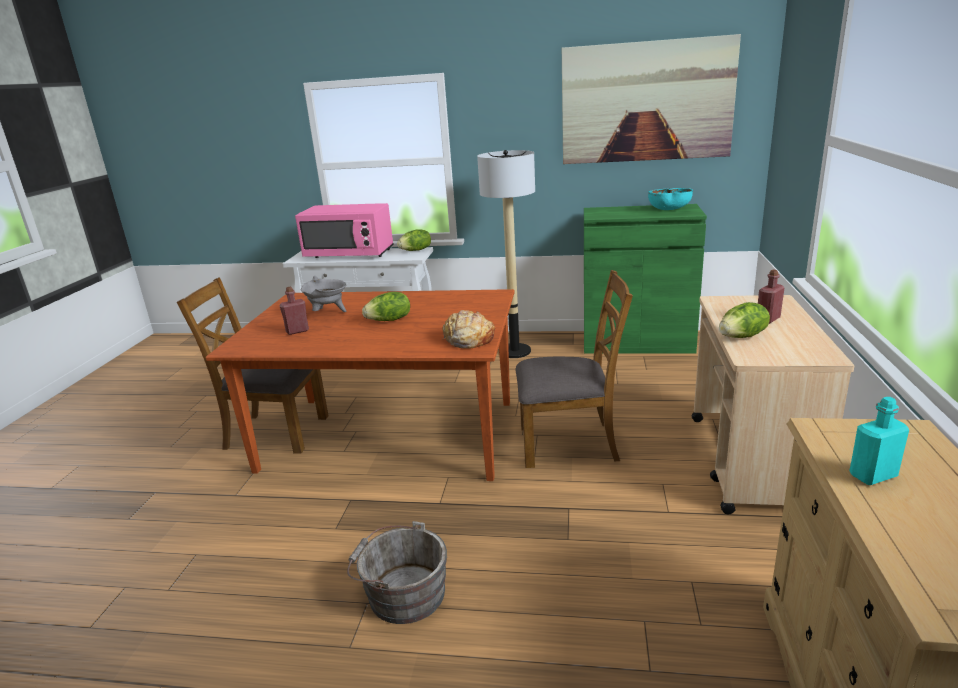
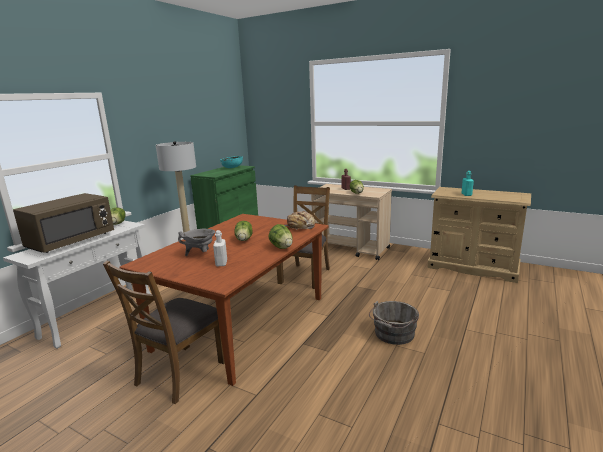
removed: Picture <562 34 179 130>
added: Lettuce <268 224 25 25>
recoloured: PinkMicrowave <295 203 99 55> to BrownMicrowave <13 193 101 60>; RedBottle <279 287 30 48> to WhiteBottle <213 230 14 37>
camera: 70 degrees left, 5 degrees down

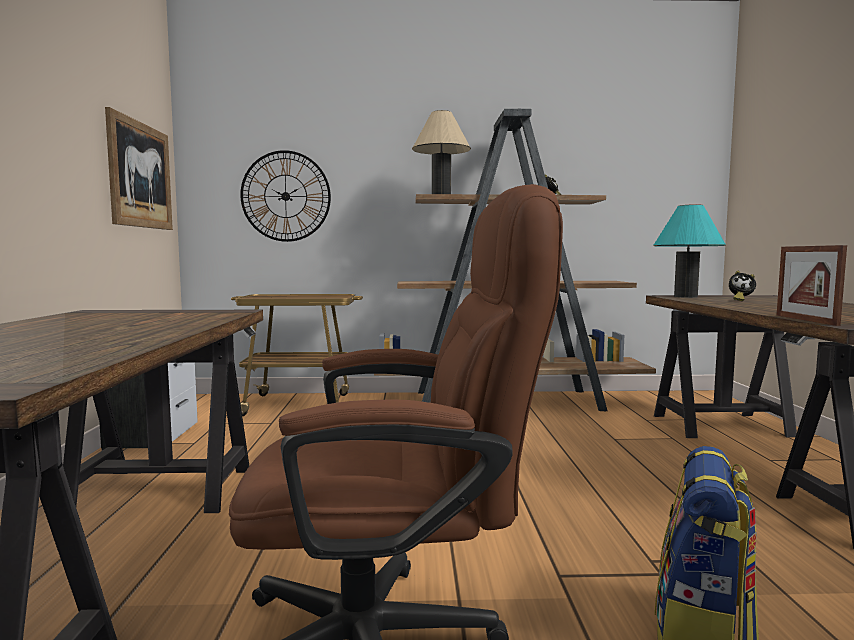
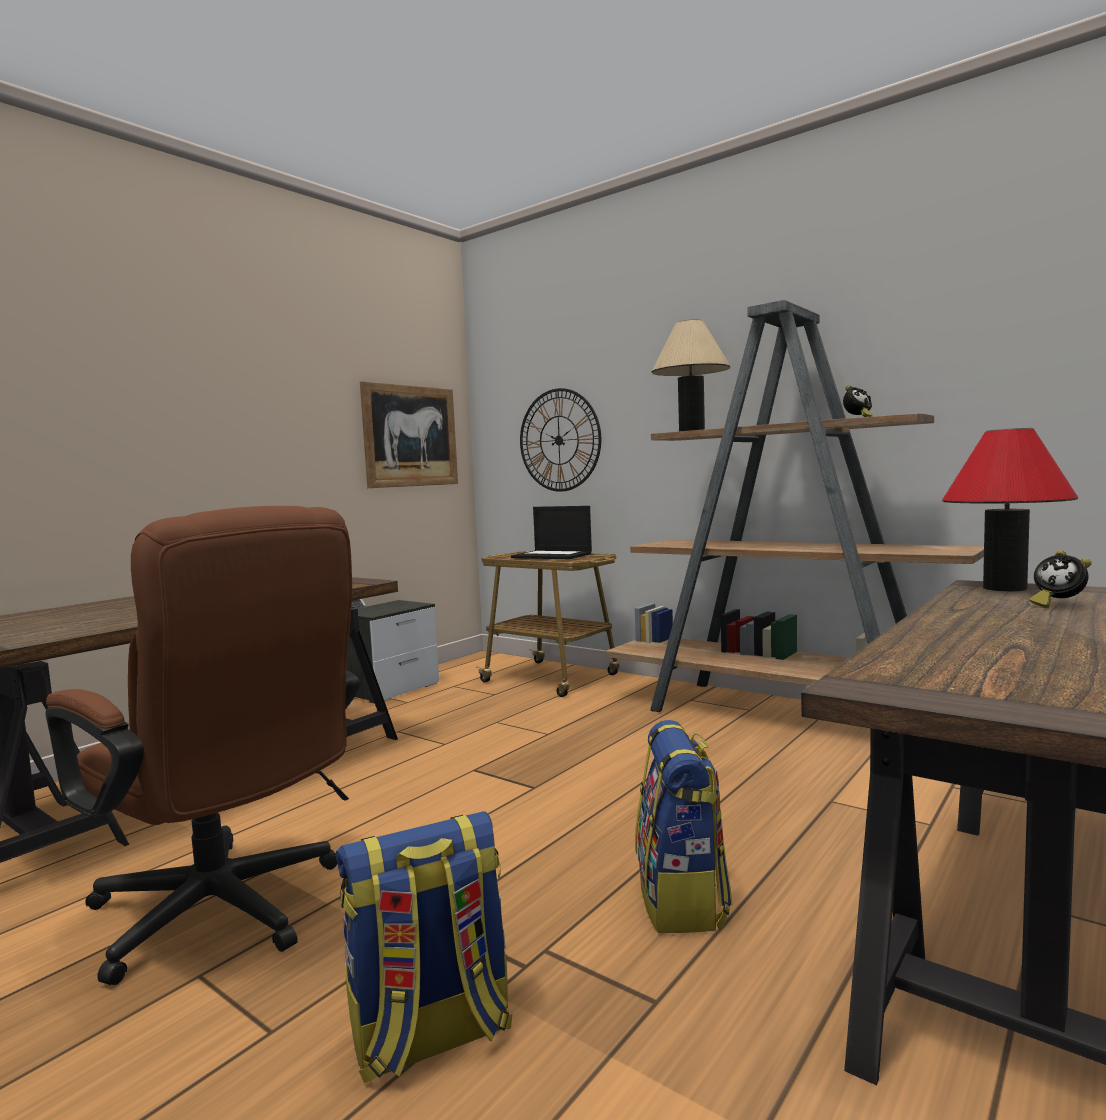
removed: PictureFrame <777 245 70 81>
added: Laptop <511 506 81 53>; Backpack <635 720 98 213>
recoloured: TurquoiseTableLamp <653 204 73 94> to RedTableLamp <942 428 136 163>
camera: 40 degrees right, 0 degrees up

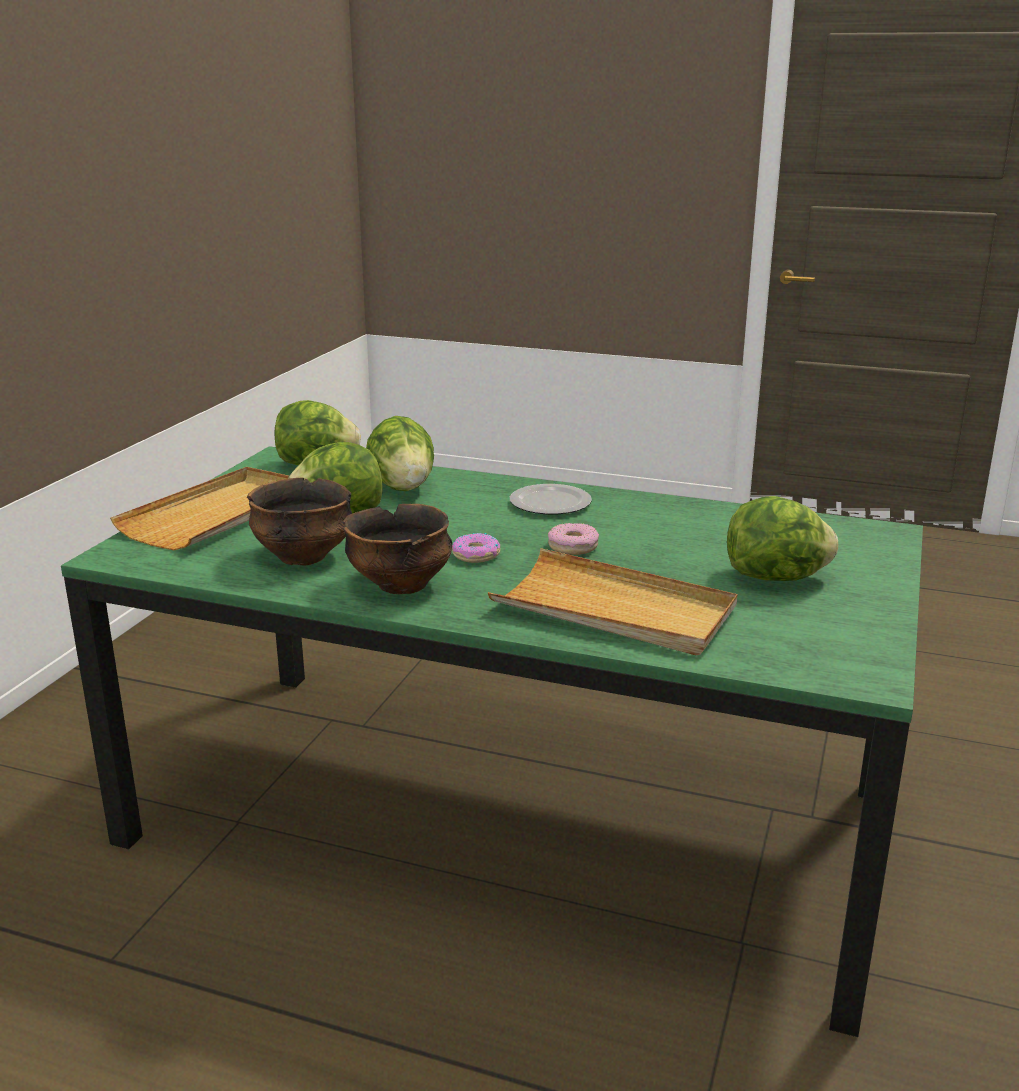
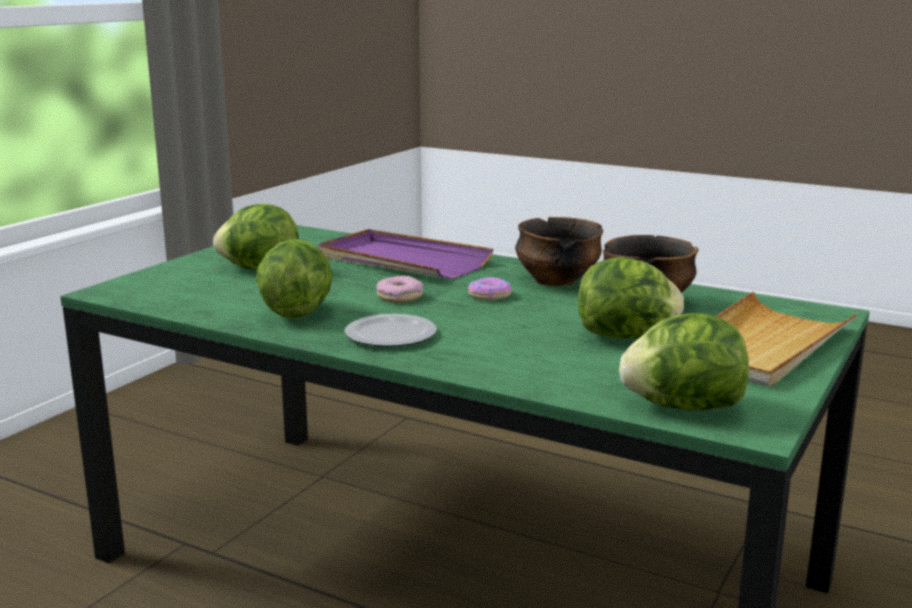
moved: Lettuce <366 416 68 75> to <256 239 76 80>
recoloured: BeigeTray <488 548 249 107> to PurpleTray <318 229 175 50>
camera: 170 degrees left, 5 degrees down

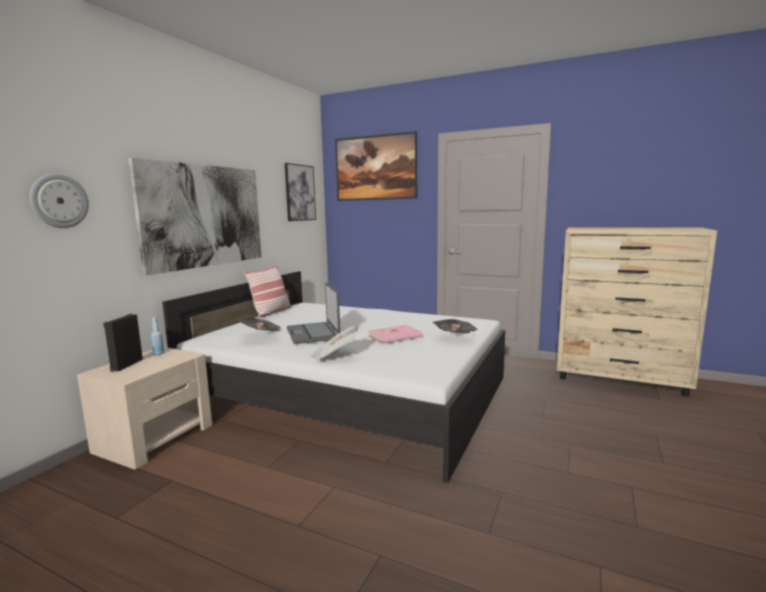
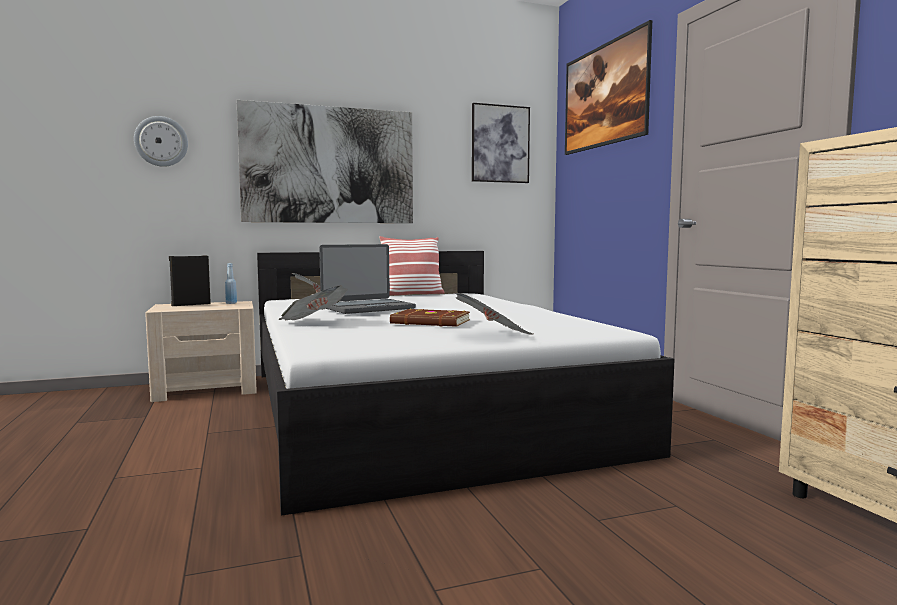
recoloured: PinkBook <369 325 53 19> to BrownBook <390 309 80 18>
turned: Laptop <287 283 53 61> = <319 244 97 70> 150 degrees counterclockwise
camera: 45 degrees right, 5 degrees down

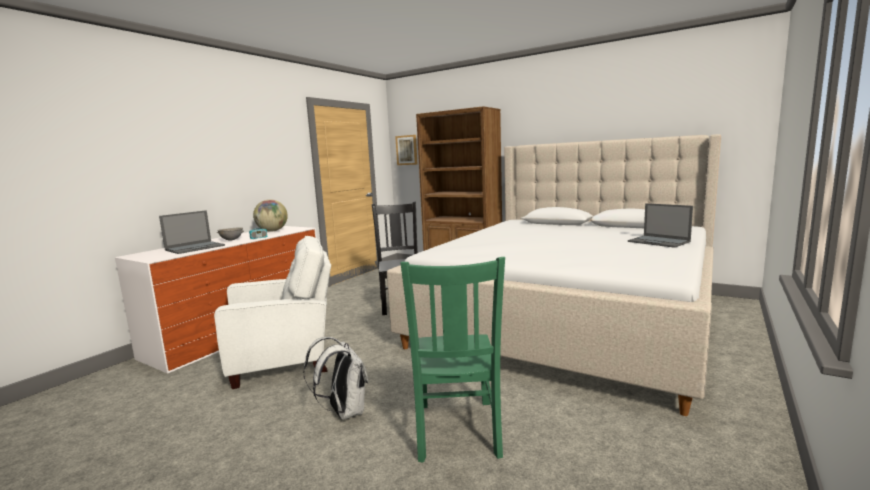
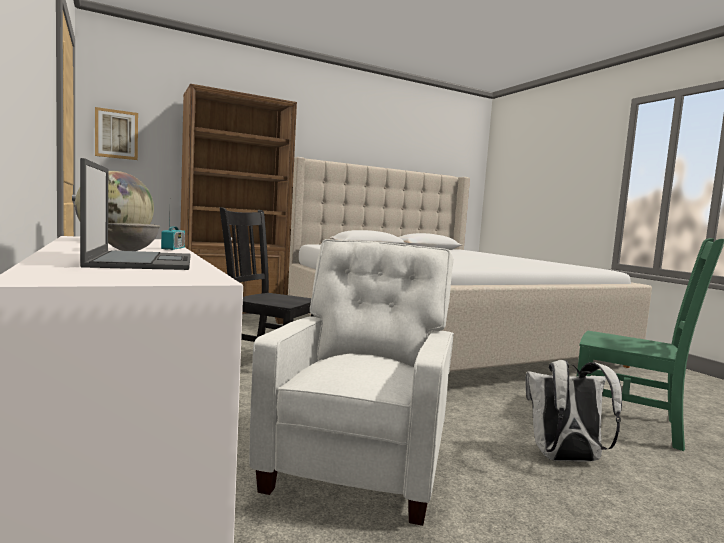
removed: Laptop <628 203 65 45>
camera: 60 degrees left, 5 degrees down

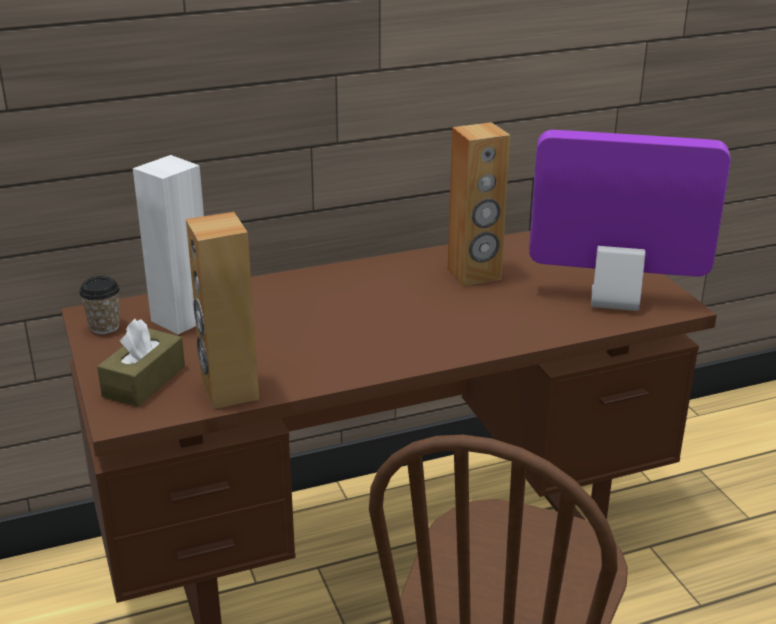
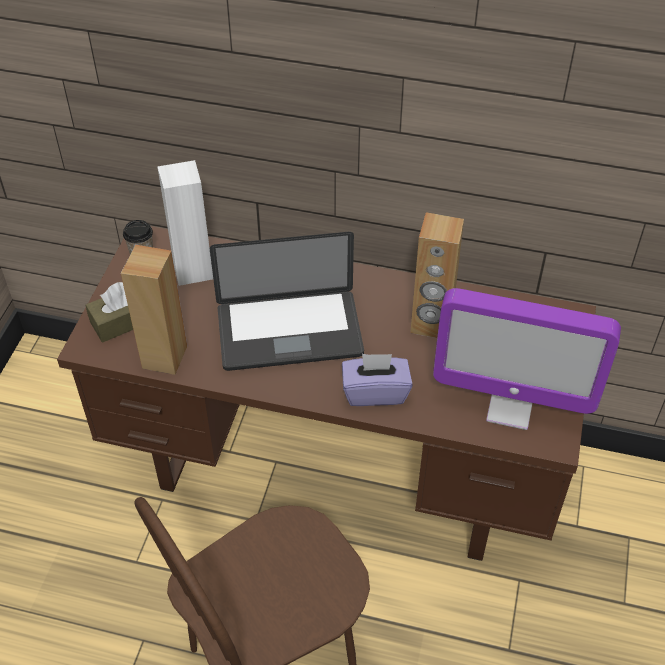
added: Laptop <210 232 154 139>; PurpleTissueBox <342 354 71 52>
turned: Monitor <529 130 202 181> = <433 288 188 142> 150 degrees clockwise
camera: 35 degrees right, 20 degrees up

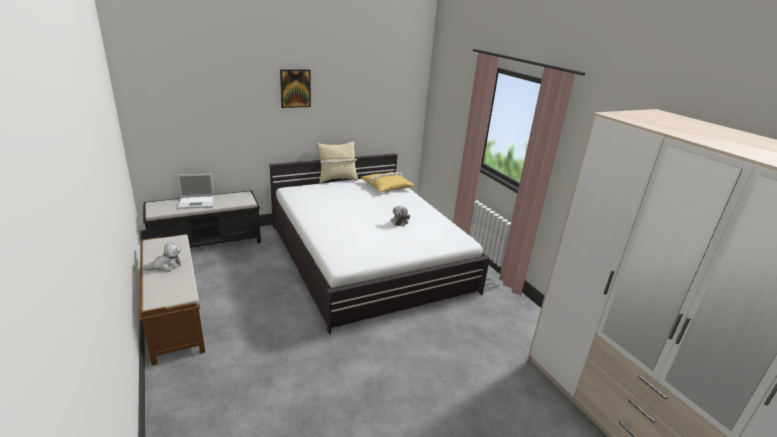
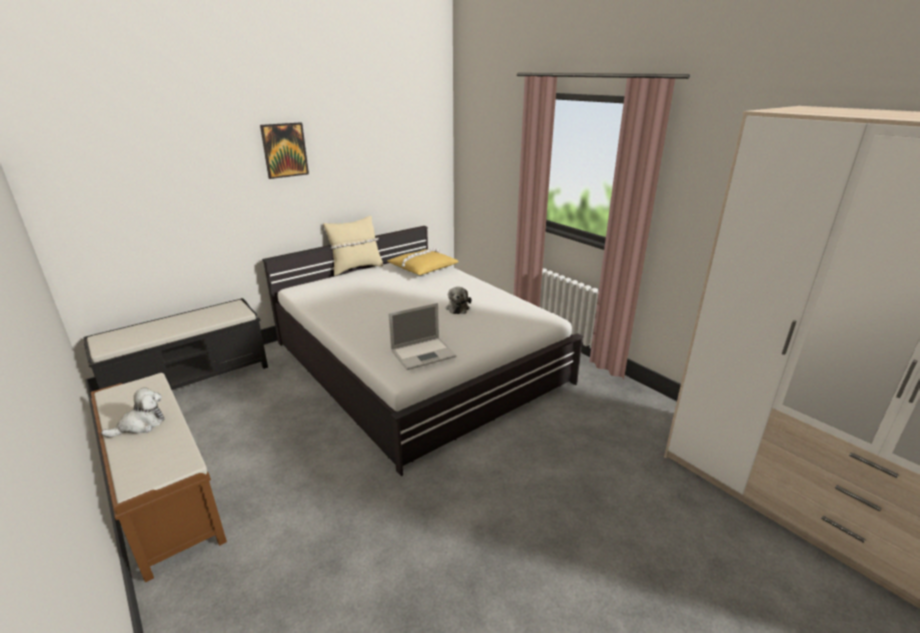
moved: Laptop <177 174 37 35> to <388 303 68 67>
camera: 10 degrees left, 0 degrees up

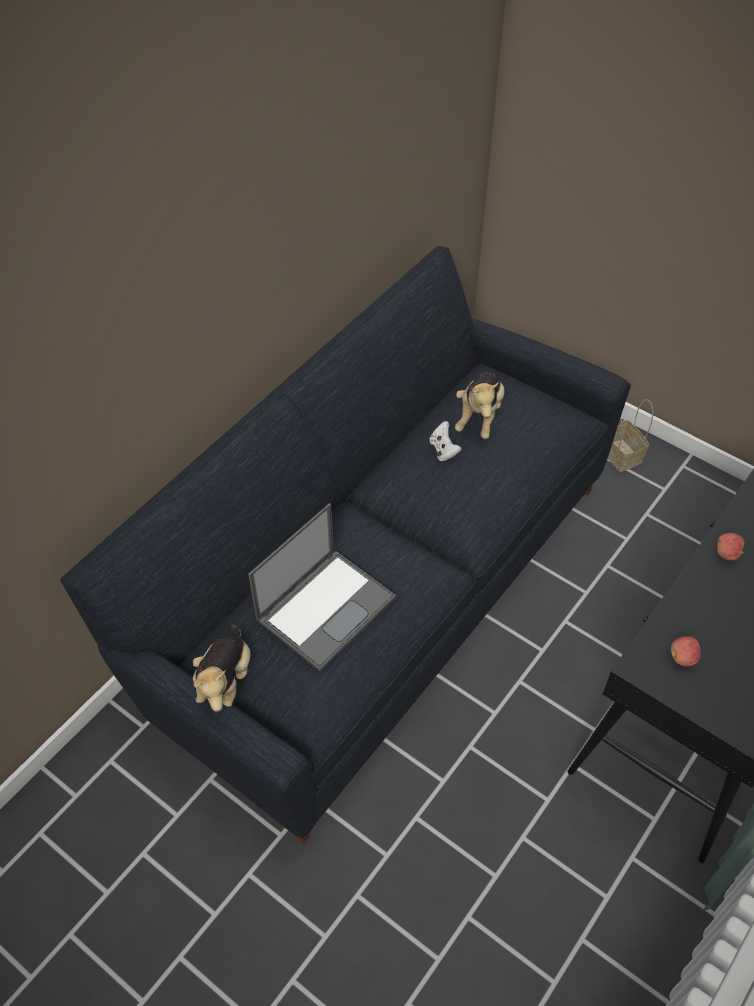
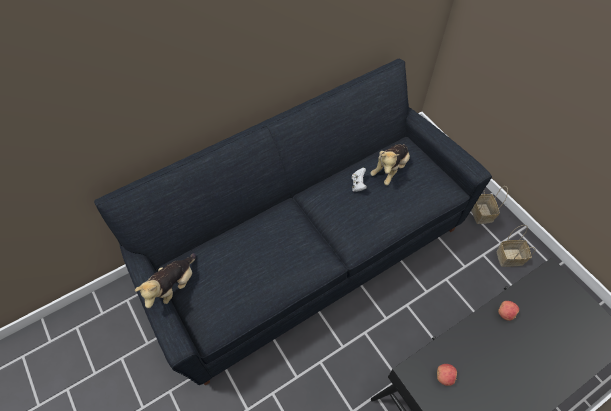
removed: Laptop <248 503 148 168>
added: Basket <496 225 40 42>
camera: 20 degrees right, 5 degrees up

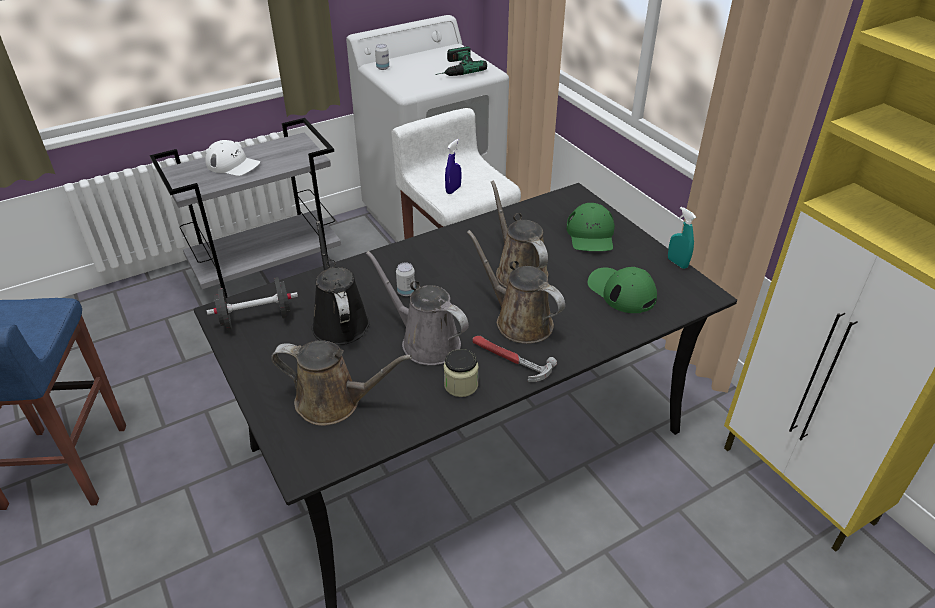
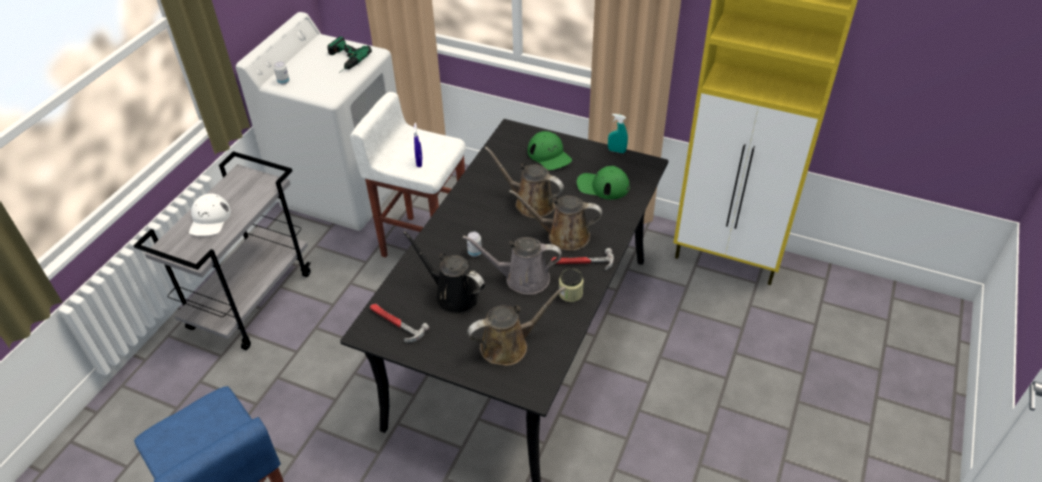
replaced: BlackDumbbell <207 277 91 53> to Hammer <370 304 59 38>
turned: WhiteCap <205 140 55 36> = <189 193 42 43> 105 degrees clockwise
camera: 35 degrees left, 5 degrees up

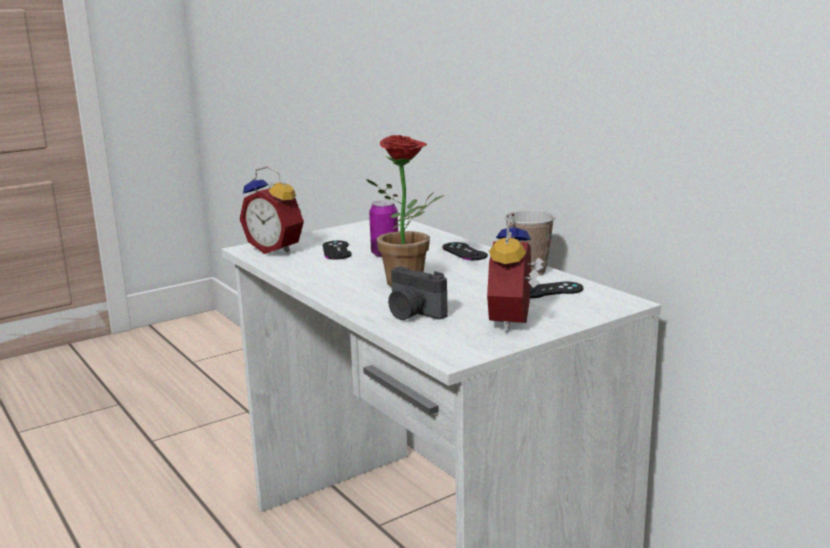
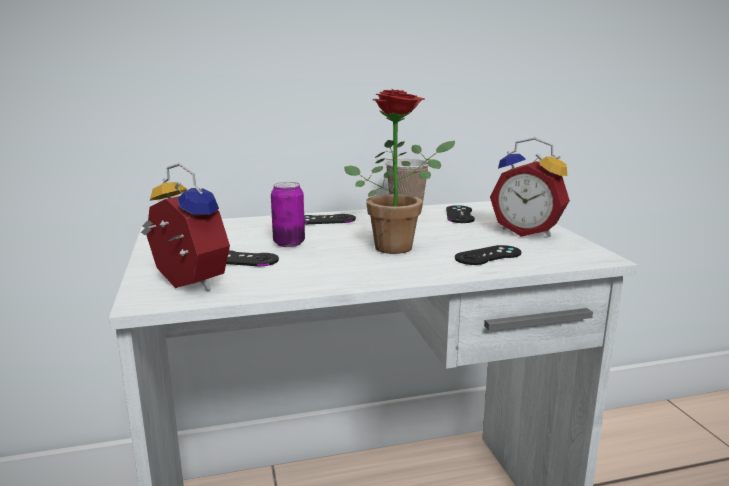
replaced: PhotoCamera <388 267 60 53> to BlackGameController <455 245 66 20>
turned: AlarmClock <240 166 64 88> = <141 163 89 128> 105 degrees counterclockwise
camera: 70 degrees left, 0 degrees up

